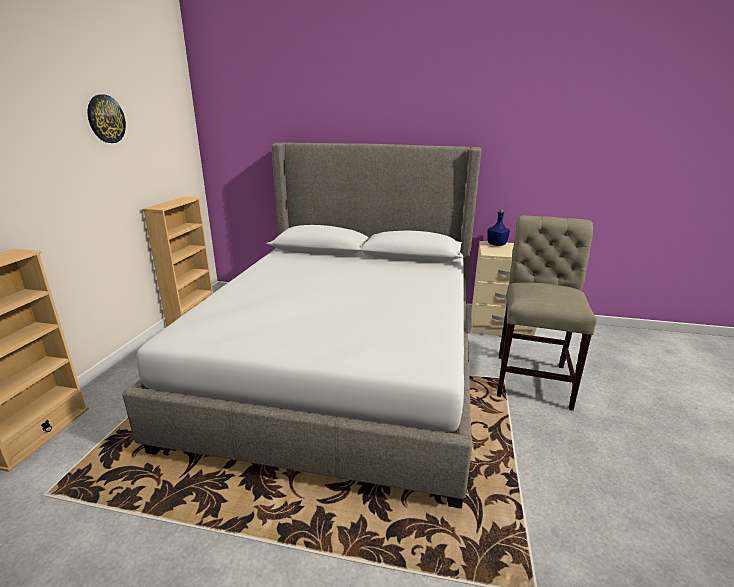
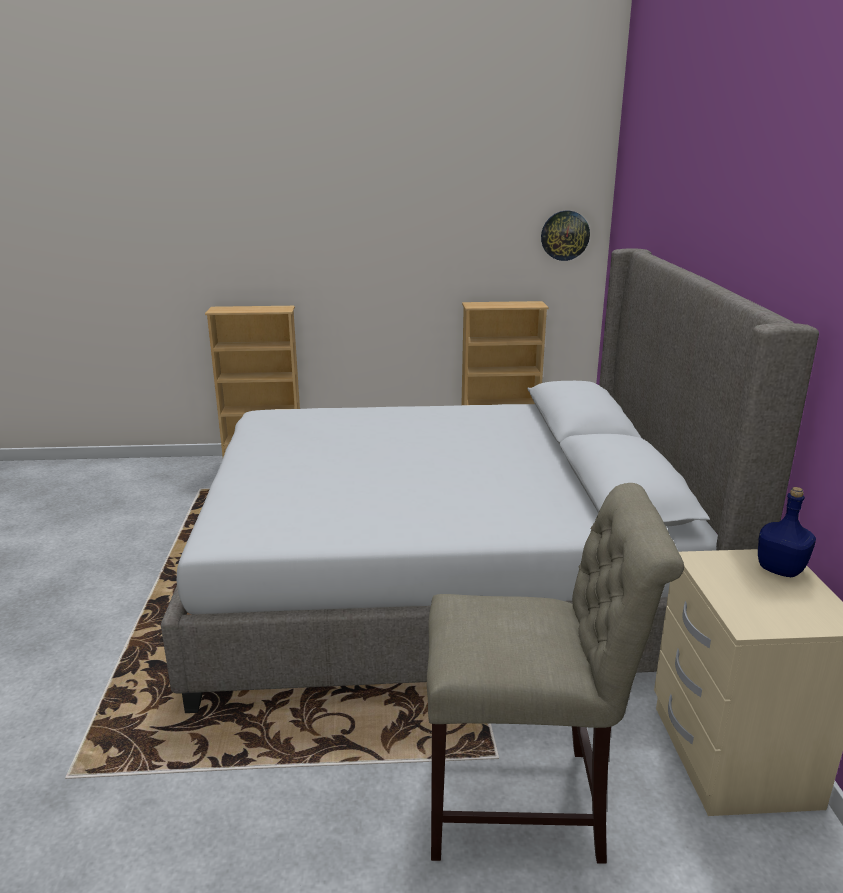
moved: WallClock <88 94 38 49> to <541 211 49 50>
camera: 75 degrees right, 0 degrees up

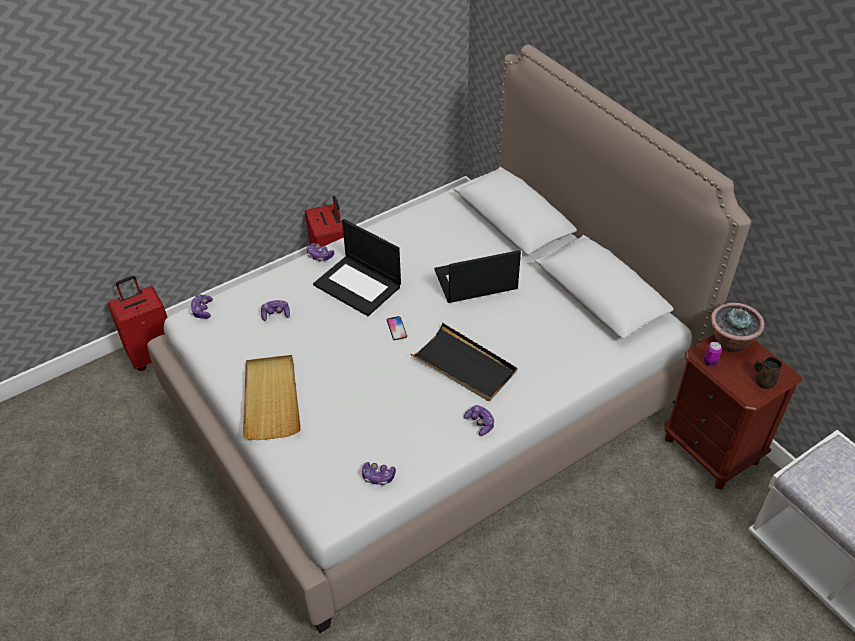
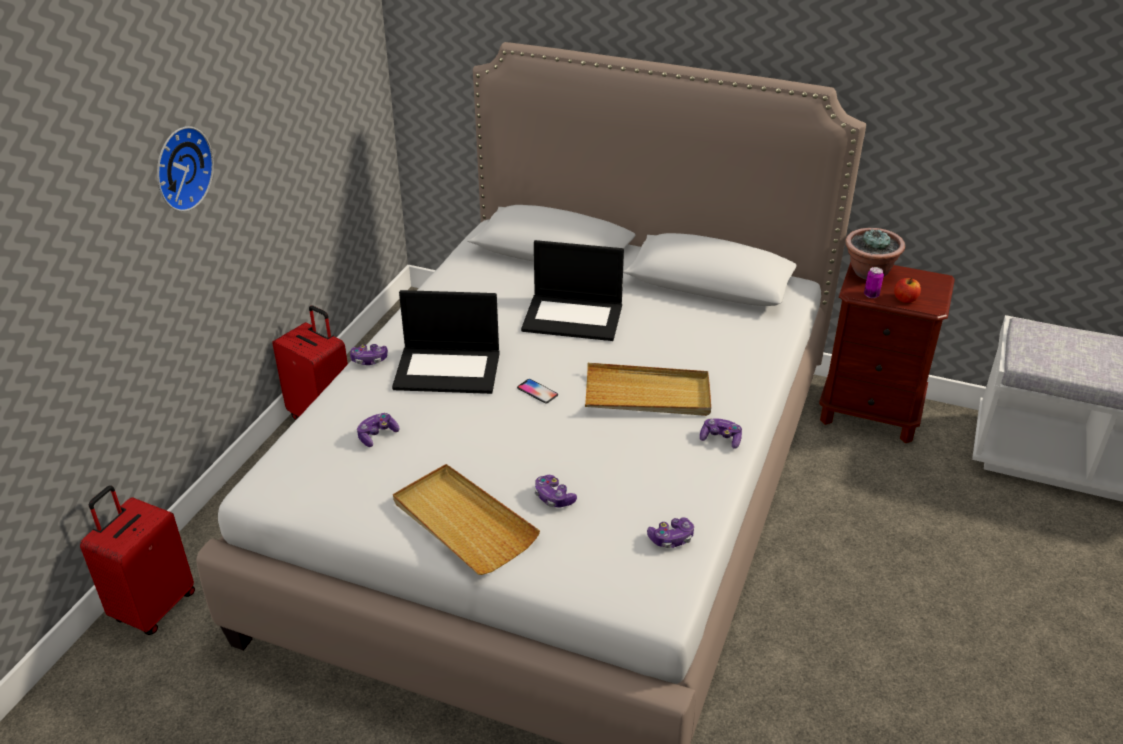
removed: BrownMug <754 356 28 33>
added: WallClock <157 126 57 86>; Apple <894 278 27 25>
moved: GameController <191 294 22 25> to <534 475 43 33>
recoloured: BlackTray <411 323 106 78> to BeigeTray <585 363 126 53>
turned: Laptop <434 250 87 53> = <521 240 103 101> 120 degrees counterclockwise
camera: 35 degrees left, 10 degrees down

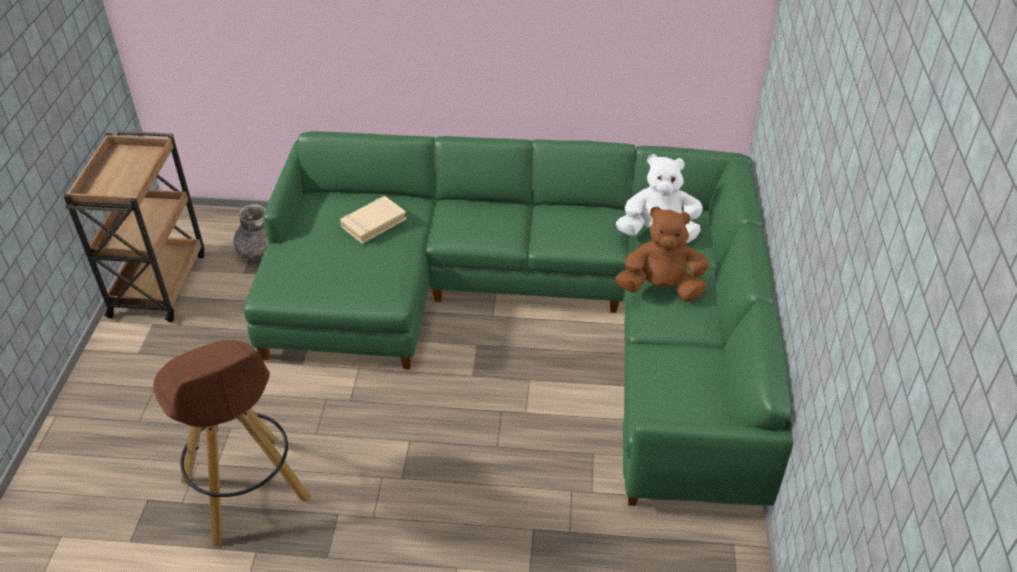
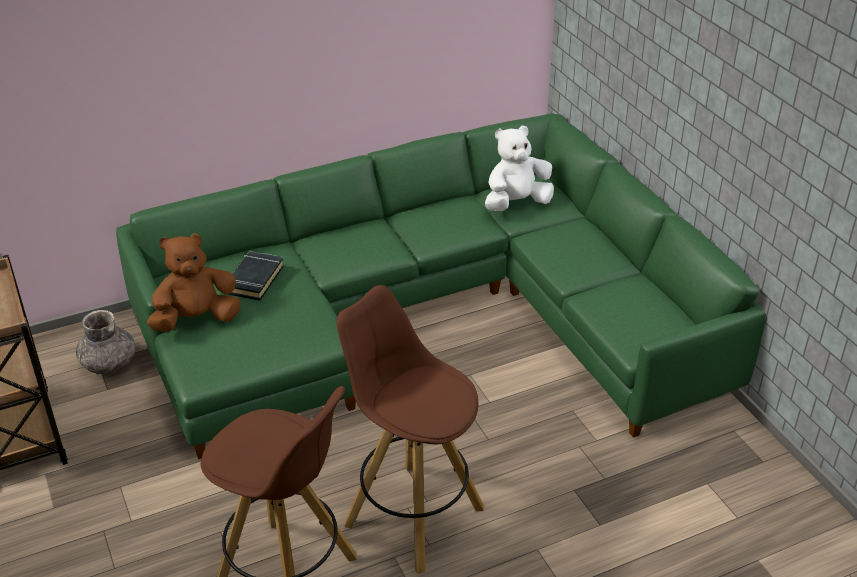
added: BrownStool <336 285 148 289>
moved: BrownPlushToy <616 206 93 96> to <147 233 94 99>
recoloured: BeigeBook <340 196 66 48> to BlackBook <228 251 56 50>
camera: 30 degrees left, 5 degrees down

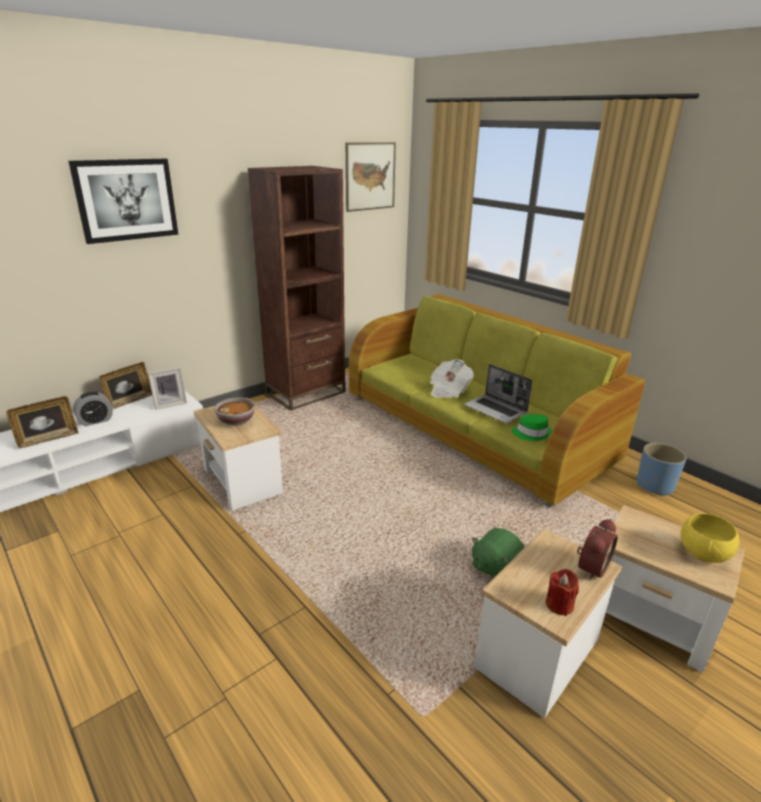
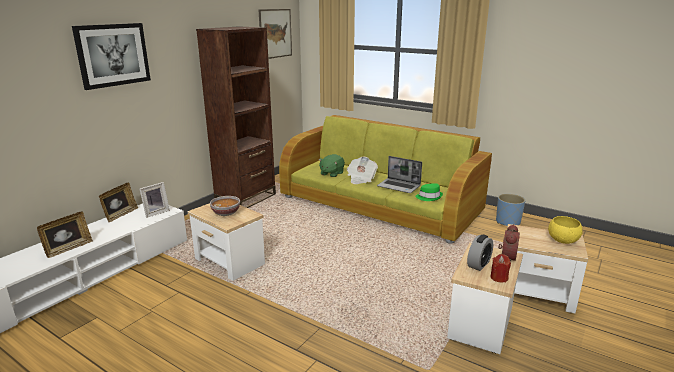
moved: AlarmClock <73 392 40 34> to <467 235 26 36>; GreenPlushToy <472 528 52 51> to <319 154 26 23>
camera: 15 degrees left, 5 degrees down

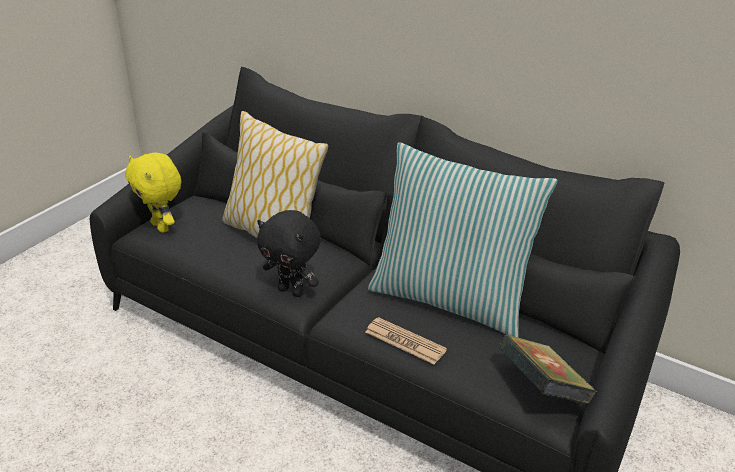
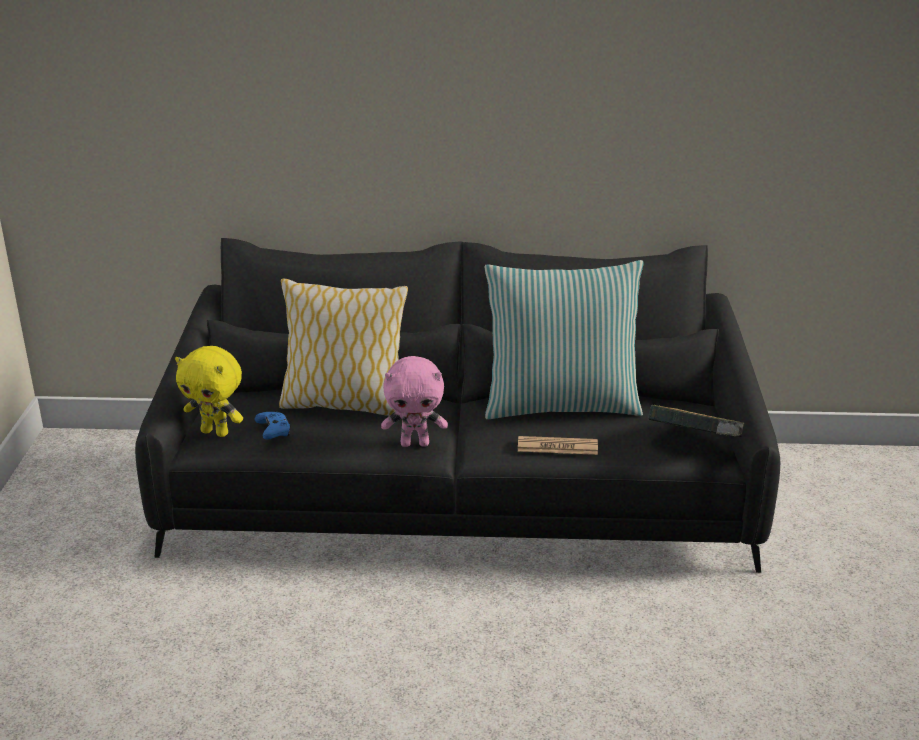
added: BlueGameController <255 412 36 28>
recoloured: BlackPlushToy <257 210 64 87> to PinkPlushToy <381 356 67 91>
camera: 30 degrees left, 5 degrees down

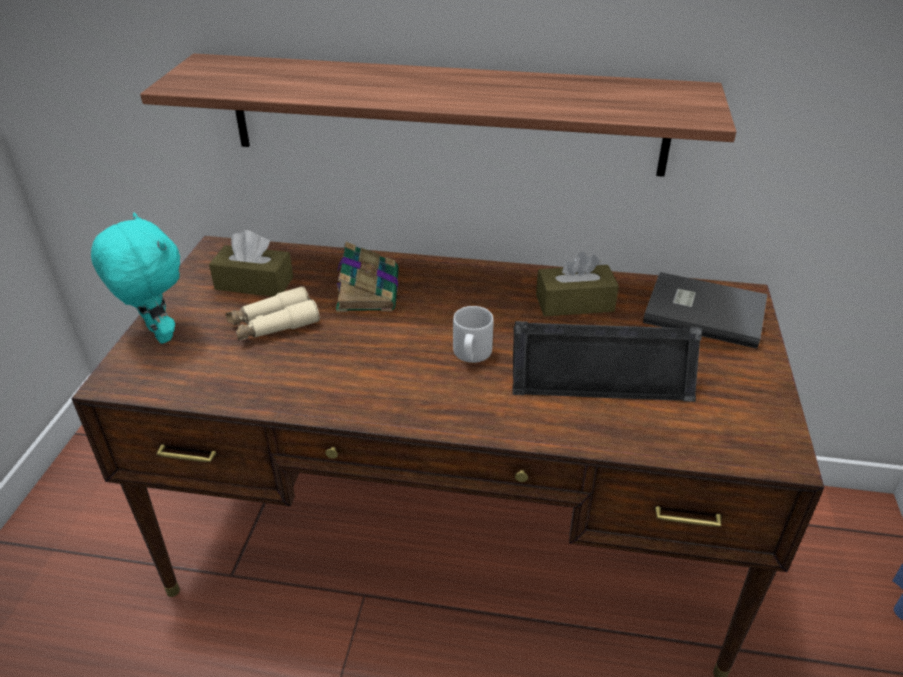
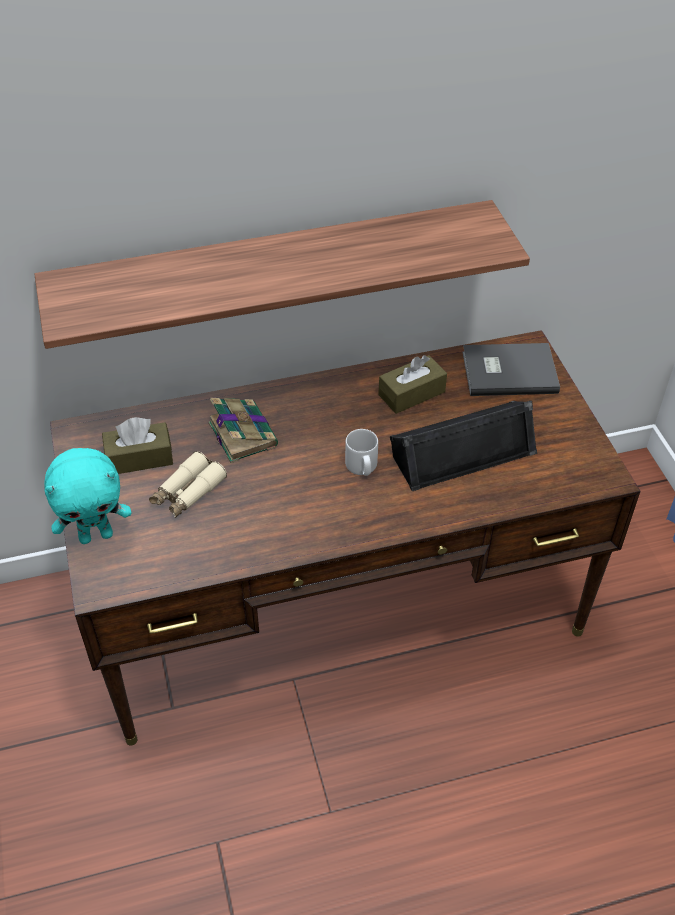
turned: TurquoisePlushToy <91 212 89 132> = <44 448 88 96> 135 degrees clockwise
camera: 25 degrees left, 10 degrees up

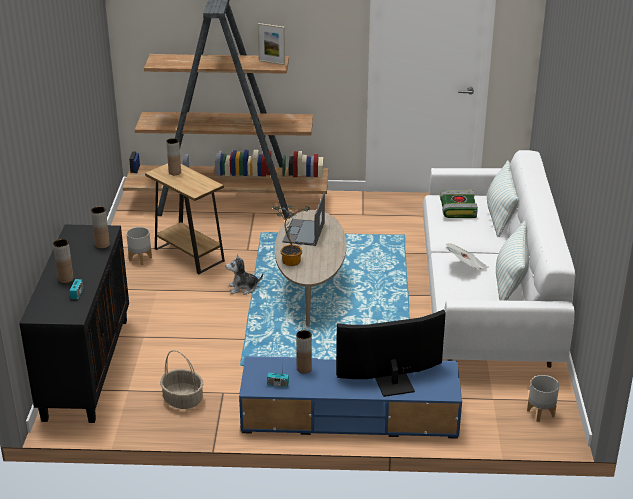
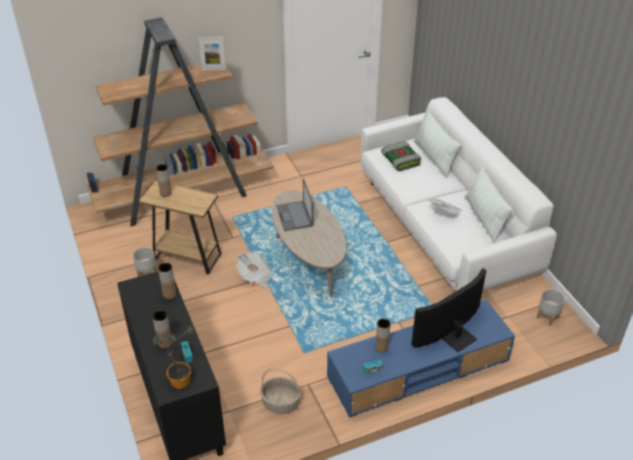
moved: PottedPlant <272 205 38 61> to <152 326 42 63>
replaced: PlushToy <225 254 38 41> to Newspaper <236 252 37 35>
camera: 25 degrees left, 10 degrees up

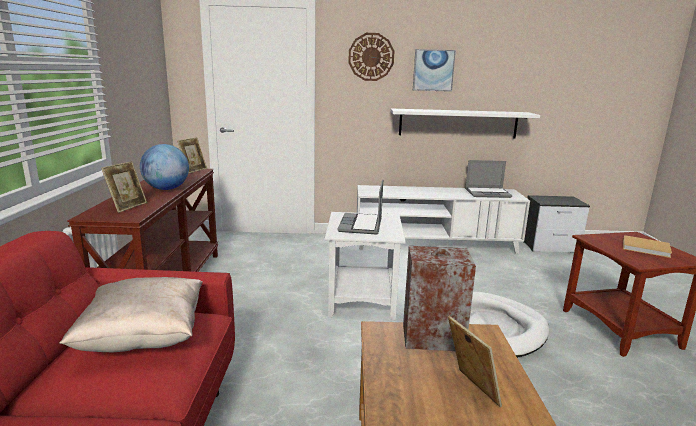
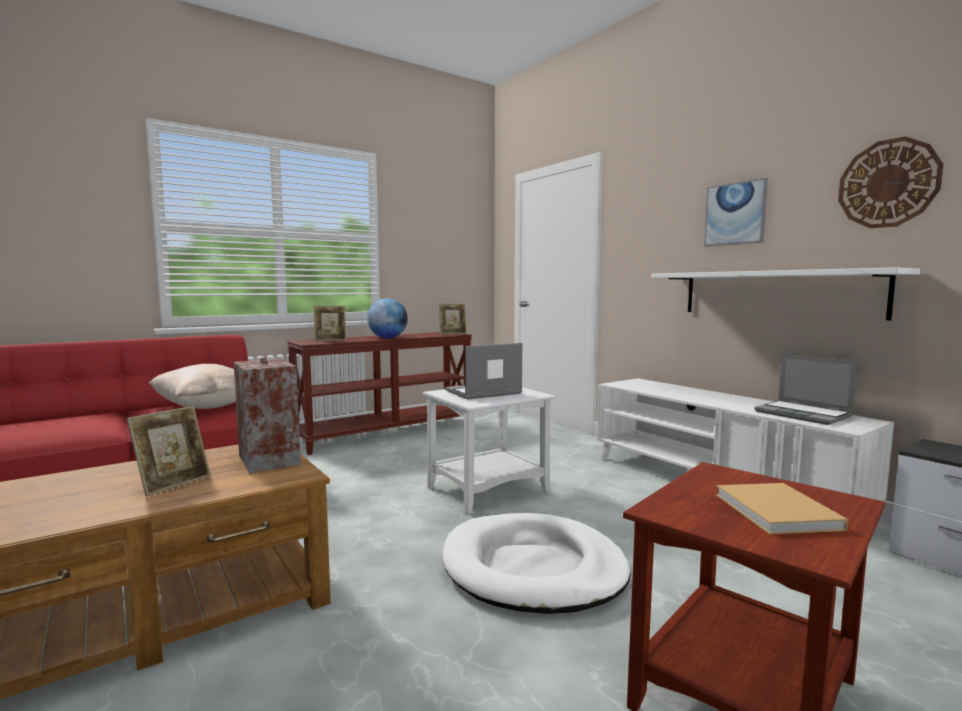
moved: WallClock <348 33 46 48> to <838 136 105 92>
camera: 55 degrees right, 10 degrees down

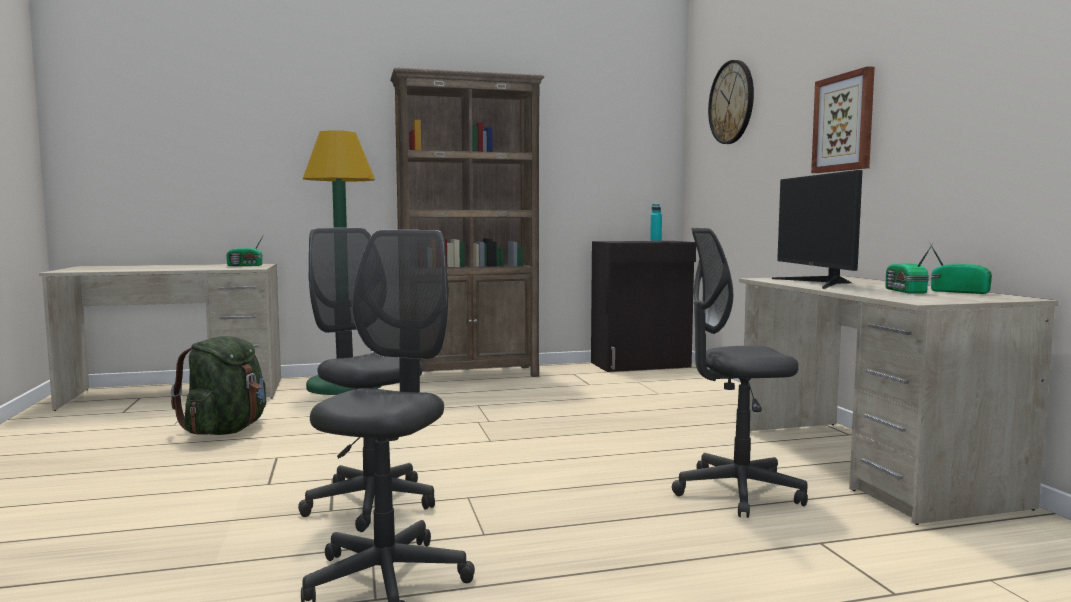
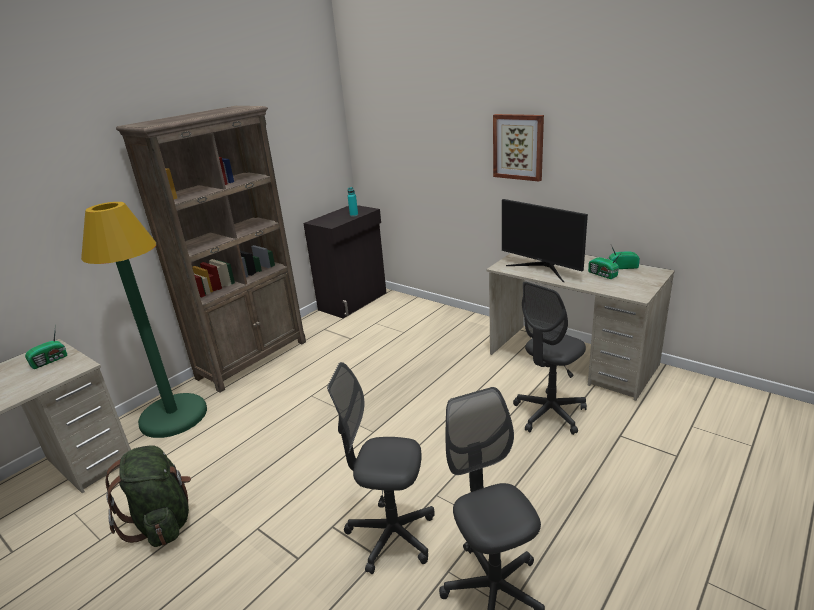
removed: WallClock <708 60 46 84>
camera: 35 degrees left, 20 degrees up

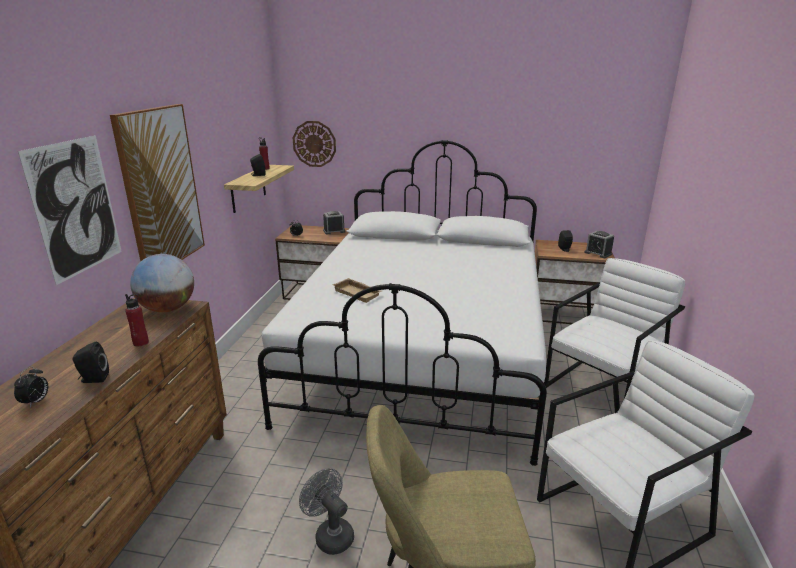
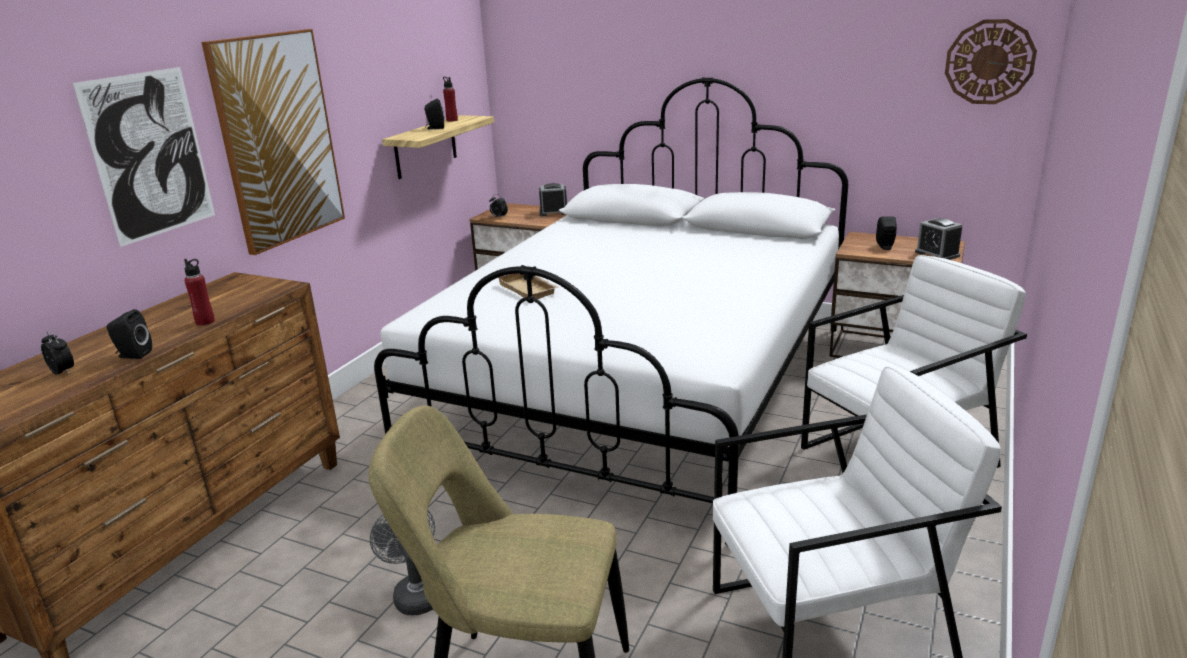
removed: Globe <130 254 64 58>
moved: WallClock <293 121 43 46> to <945 19 92 85>
turned: AlarmClock <14 366 34 42> = <41 331 33 44> 75 degrees counterclockwise
camera: 15 degrees right, 0 degrees up

